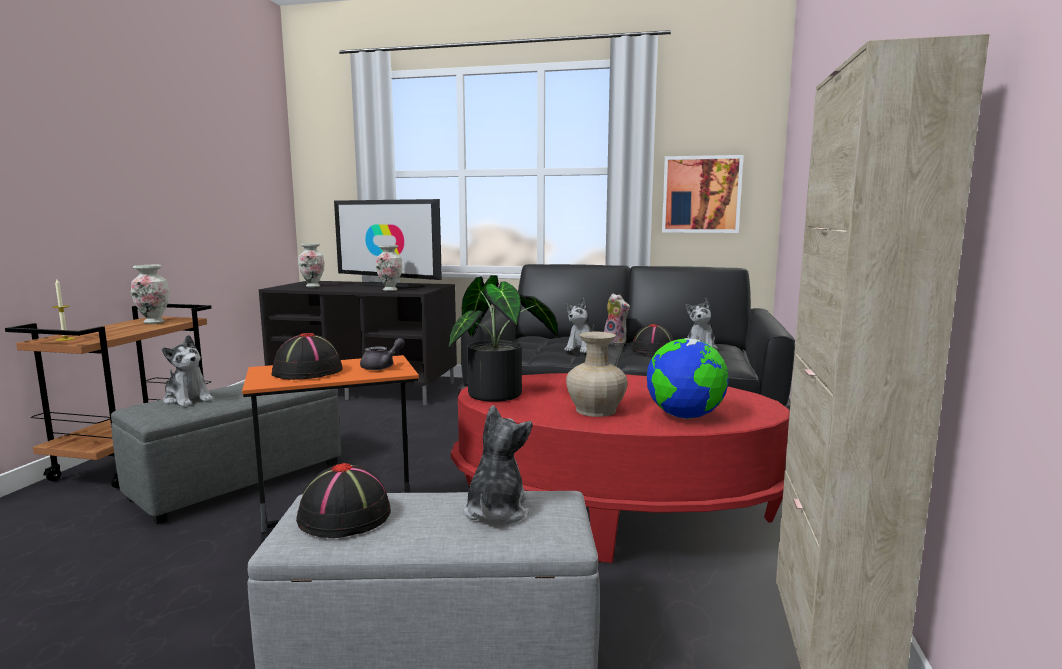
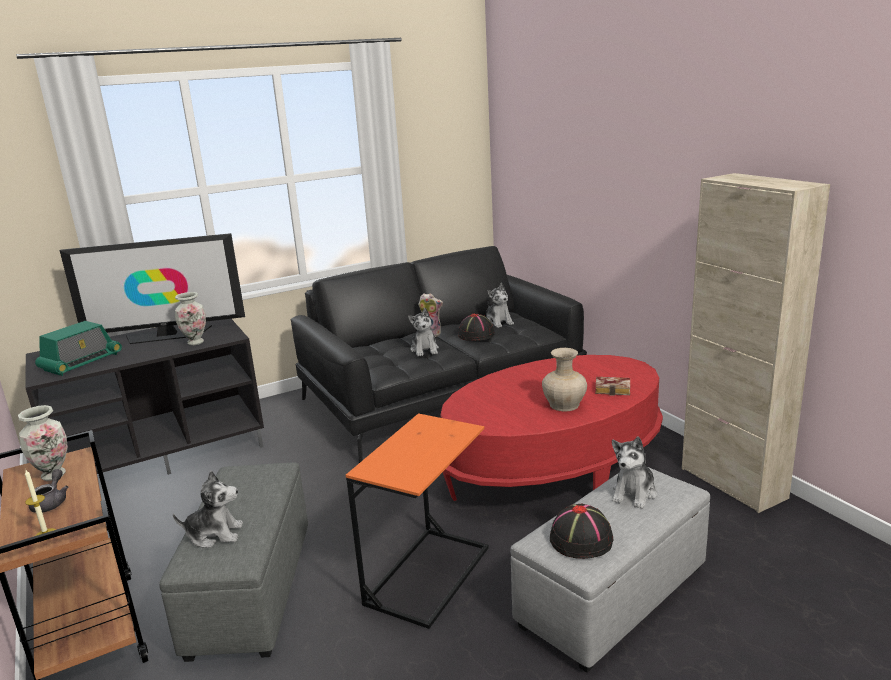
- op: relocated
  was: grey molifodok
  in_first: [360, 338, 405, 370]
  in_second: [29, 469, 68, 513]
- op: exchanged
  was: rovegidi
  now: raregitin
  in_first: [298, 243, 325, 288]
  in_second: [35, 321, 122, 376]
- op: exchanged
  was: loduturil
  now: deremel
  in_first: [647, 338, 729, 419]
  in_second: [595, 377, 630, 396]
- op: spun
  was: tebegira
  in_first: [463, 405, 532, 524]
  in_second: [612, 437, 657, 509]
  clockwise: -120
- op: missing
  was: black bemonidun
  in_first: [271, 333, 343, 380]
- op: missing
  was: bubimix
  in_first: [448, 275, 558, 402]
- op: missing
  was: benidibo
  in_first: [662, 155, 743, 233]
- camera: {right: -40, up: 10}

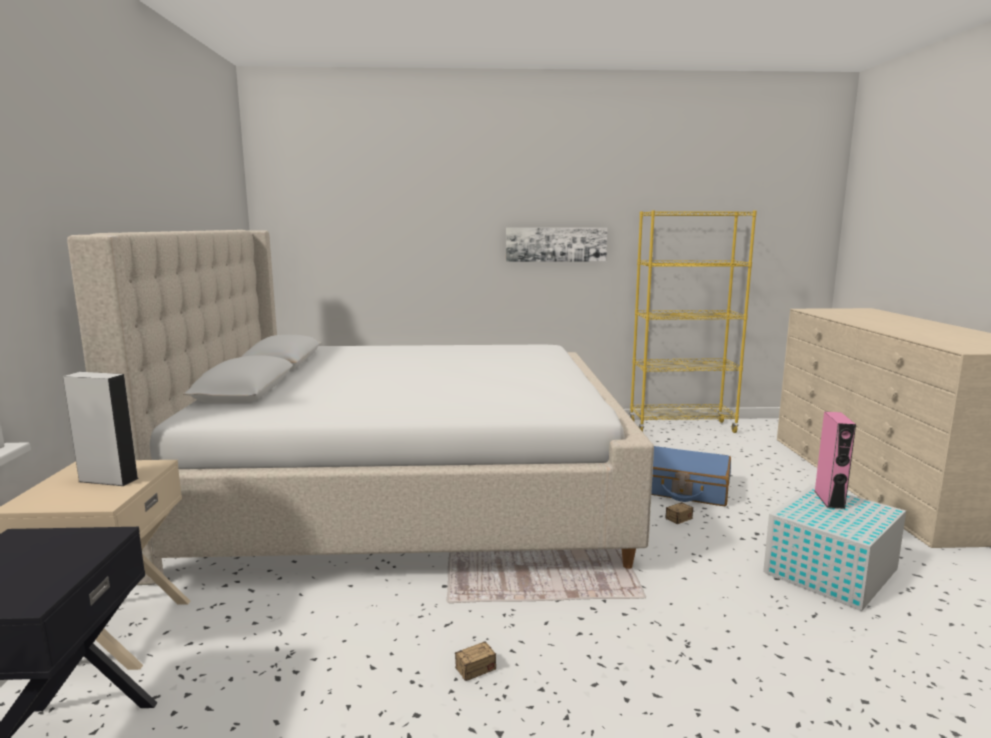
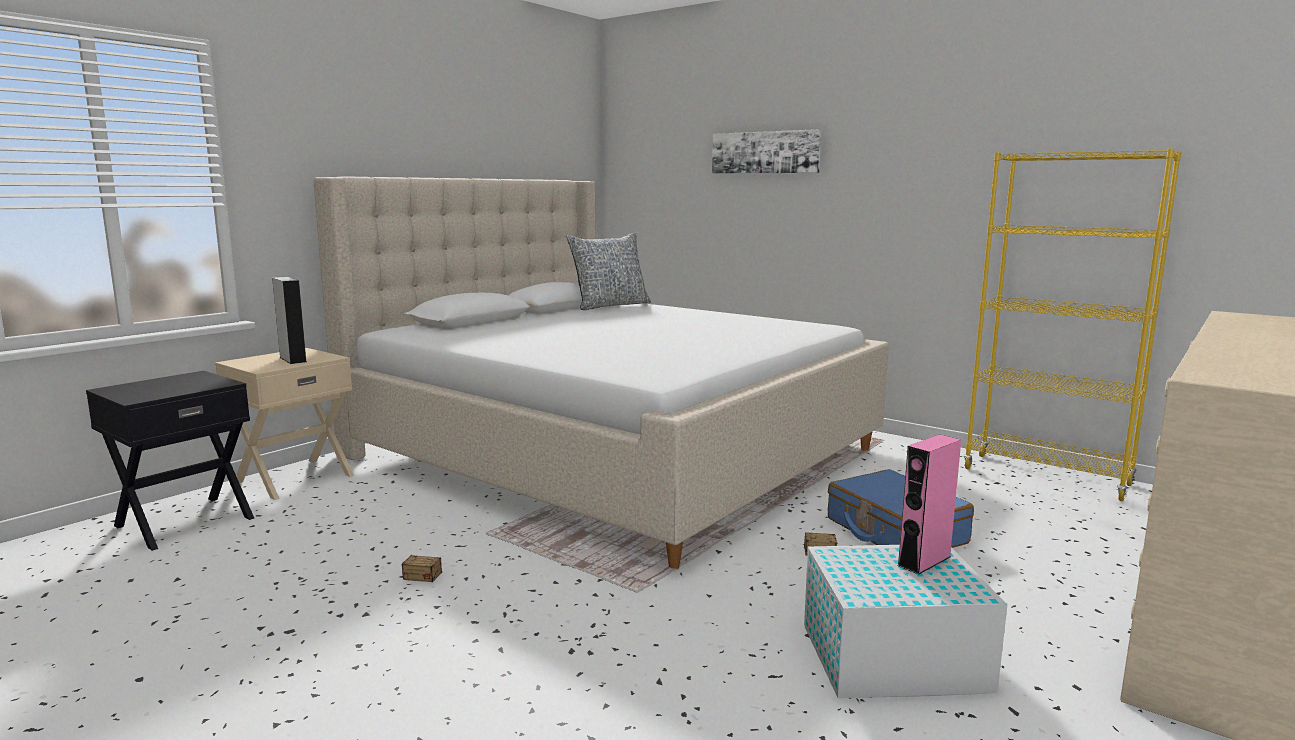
- op: appeared
  now: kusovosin
  in_second: [566, 232, 651, 310]
- op: relocated
  was: benidibo
  in_first: [506, 227, 607, 262]
  in_second: [712, 129, 822, 174]
- camera: {right: 40, up: 0}

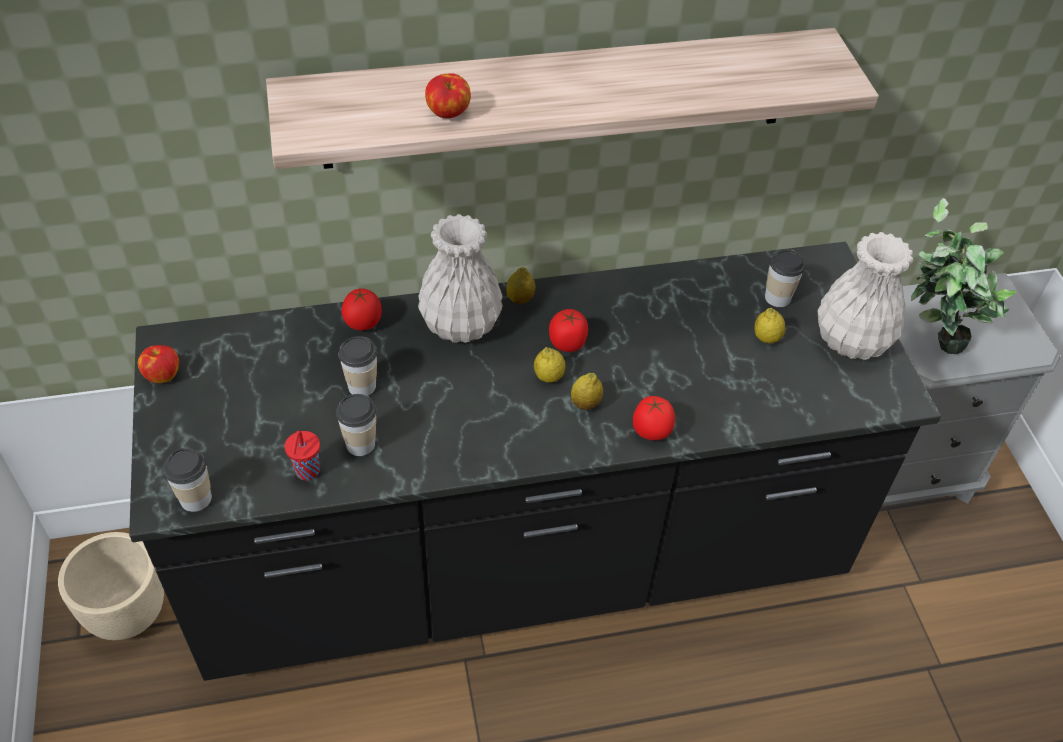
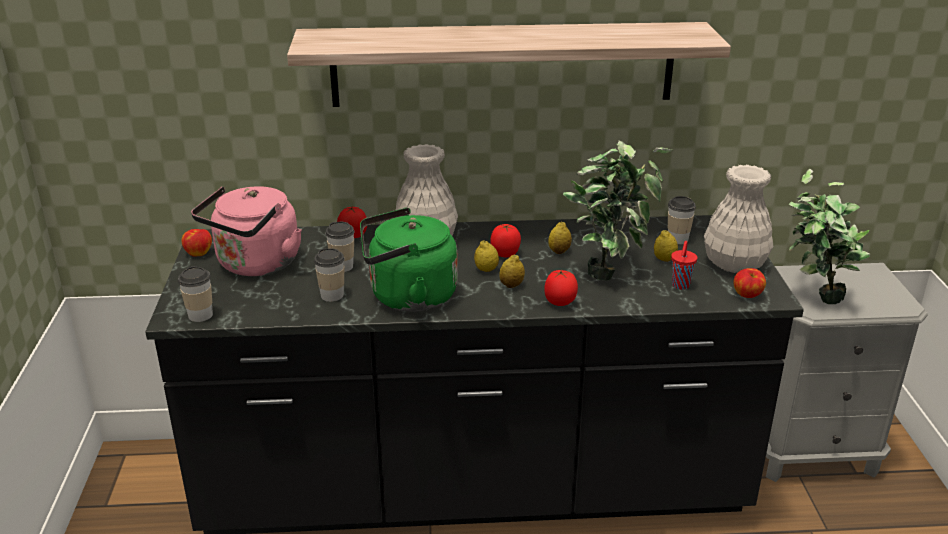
- op: appeared
  now: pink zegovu
  in_second: [191, 186, 302, 276]
- op: appeared
  now: green zegovu
  in_second: [360, 208, 458, 312]
- op: relocated
  was: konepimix
  in_first: [506, 267, 535, 304]
  in_second: [548, 222, 572, 254]
- op: appeared
  now: bubimix
  in_second: [563, 141, 672, 281]
- op: relocated
  was: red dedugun
  in_first: [285, 431, 320, 481]
  in_second: [671, 241, 697, 290]
- op: relocated
  was: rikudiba
  in_first: [425, 73, 471, 118]
  in_second: [733, 268, 766, 298]
- op: missing
  was: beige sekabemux
  in_first: [58, 532, 164, 640]
- camera: {right: 10, up: -20}

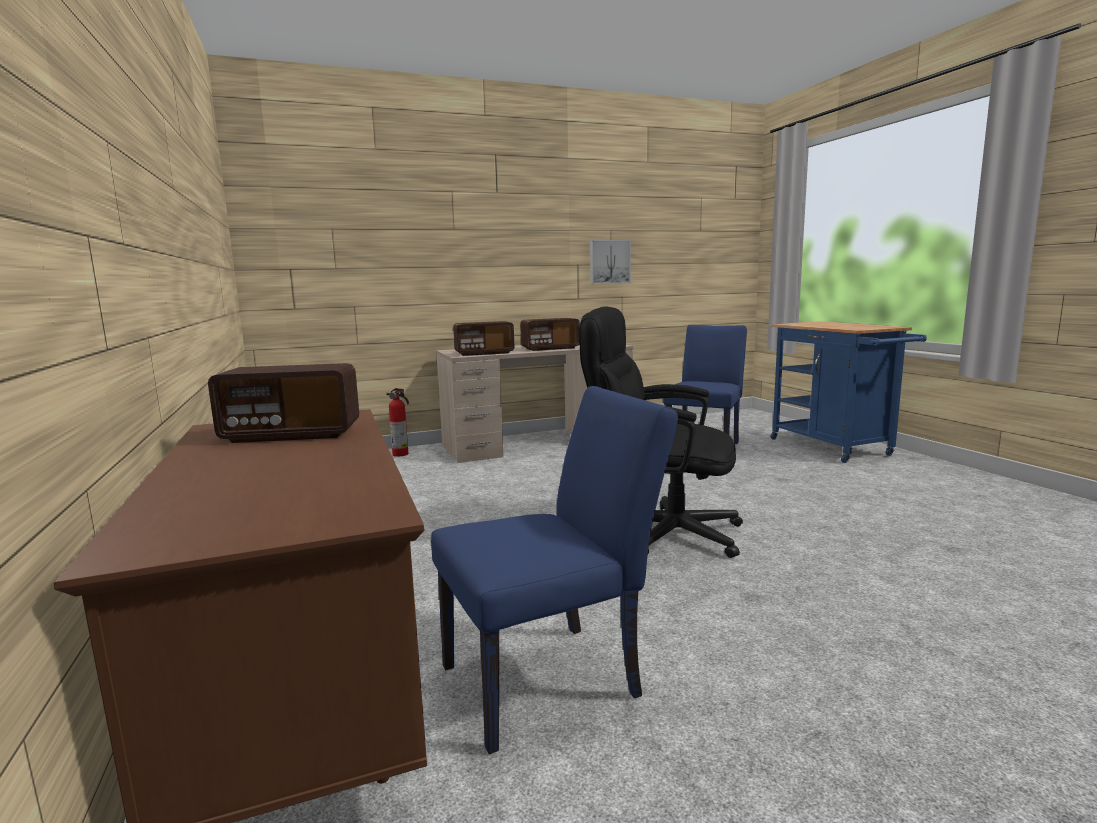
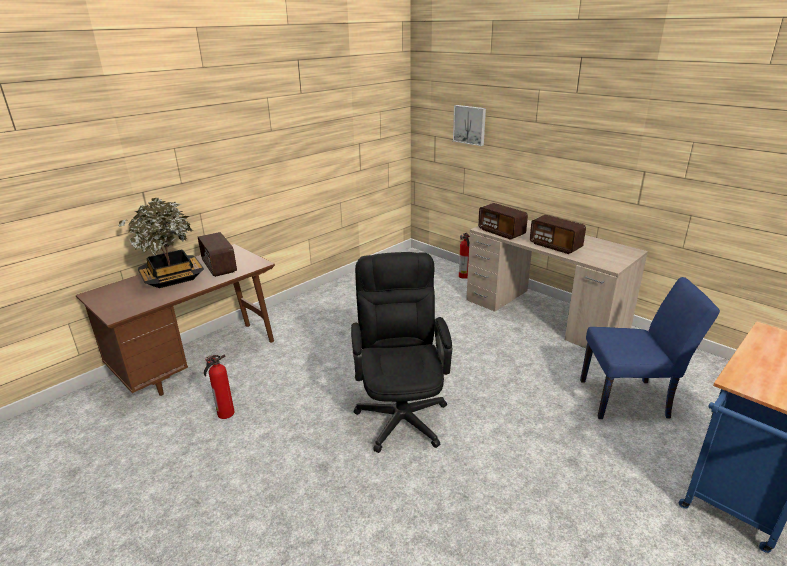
- op: appeared
  now: bubimix
  in_second: [118, 198, 204, 288]
- op: exchanged
  was: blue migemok
  now: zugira
  in_first: [431, 386, 678, 754]
  in_second: [204, 355, 235, 419]
- op: relocated
  was: benidibo
  in_first: [590, 240, 631, 284]
  in_second: [453, 105, 486, 146]
- camera: {right: 65, up: 15}

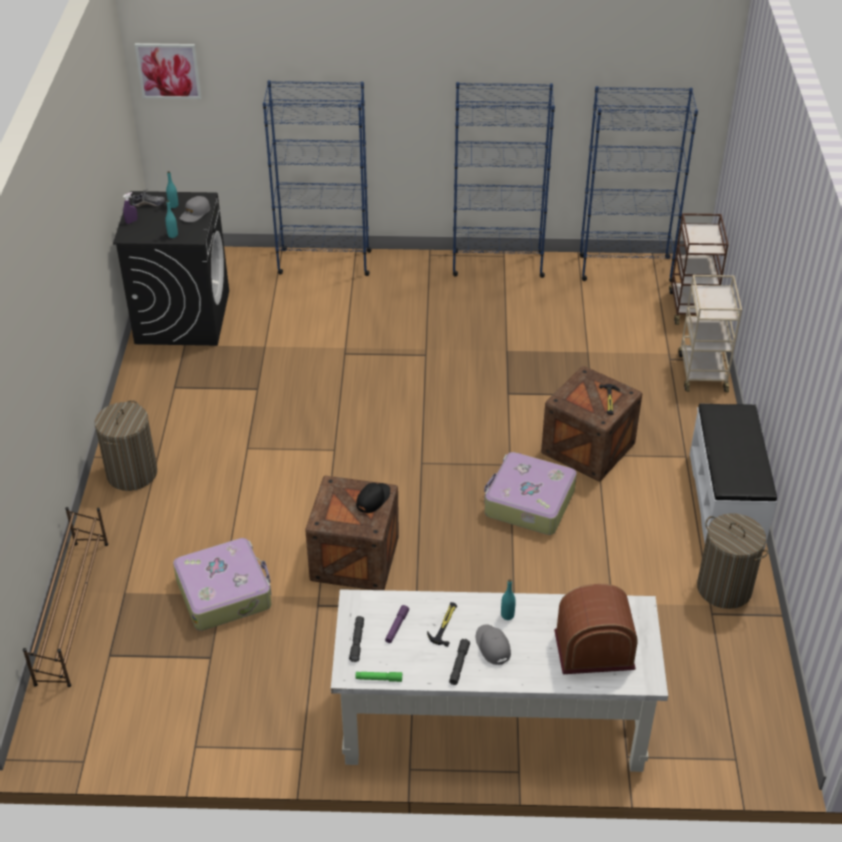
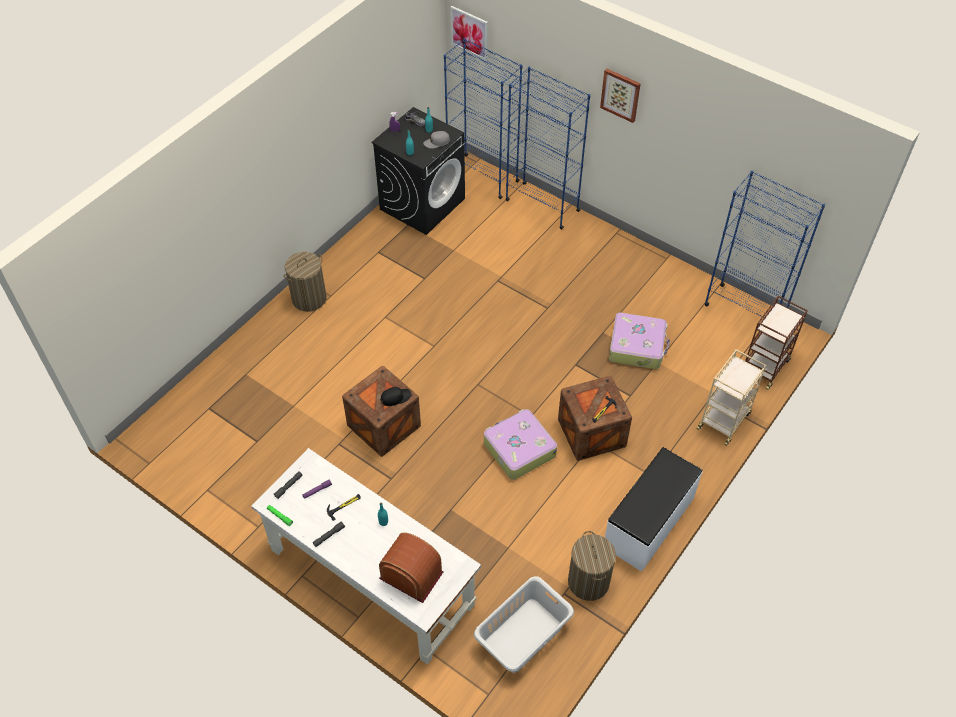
- op: relocated
  was: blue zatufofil
  in_first: [453, 82, 555, 278]
  in_second: [444, 38, 522, 199]
- op: appeared
  now: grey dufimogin
  in_second: [474, 576, 574, 673]
- op: appeared
  now: benidibo
  in_second: [600, 68, 641, 123]
- op: relocated
  was: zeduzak
  in_first: [173, 538, 272, 631]
  in_second: [609, 313, 670, 369]
- op: missing
  was: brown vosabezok
  in_first: [23, 507, 108, 687]
- op: missing
  was: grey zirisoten
  in_first: [476, 624, 511, 665]
- camera: {right: 35, up: 10}

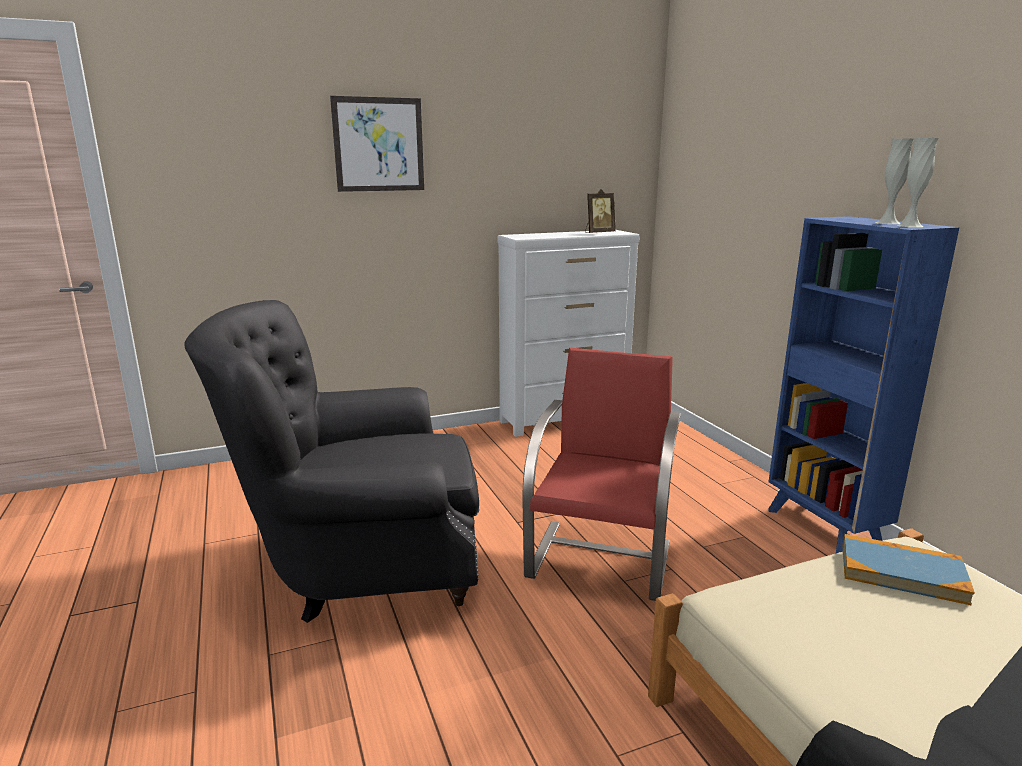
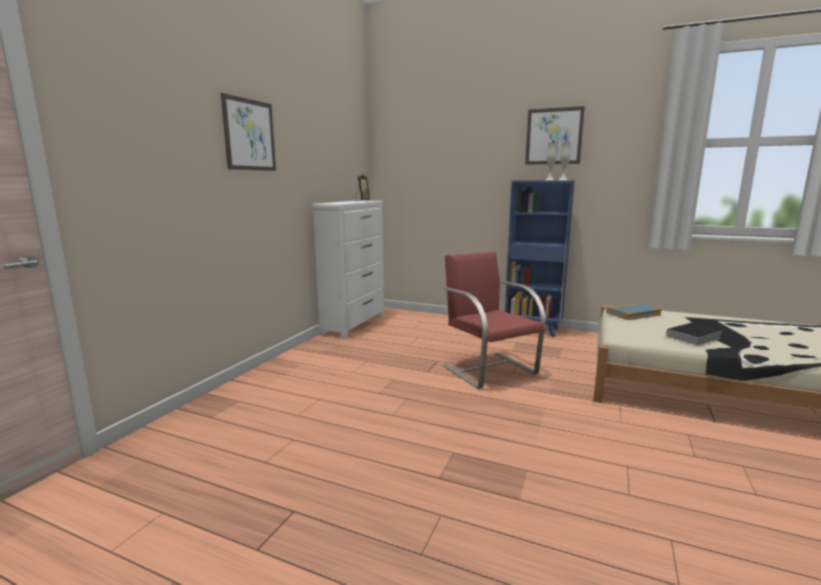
- op: appeared
  now: benidibo
  in_second: [525, 106, 585, 164]
- op: appeared
  now: deremel
  in_second: [663, 322, 723, 345]
- op: missing
  was: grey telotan
  in_first: [184, 300, 479, 623]
- camera: {right: -45, up: -5}

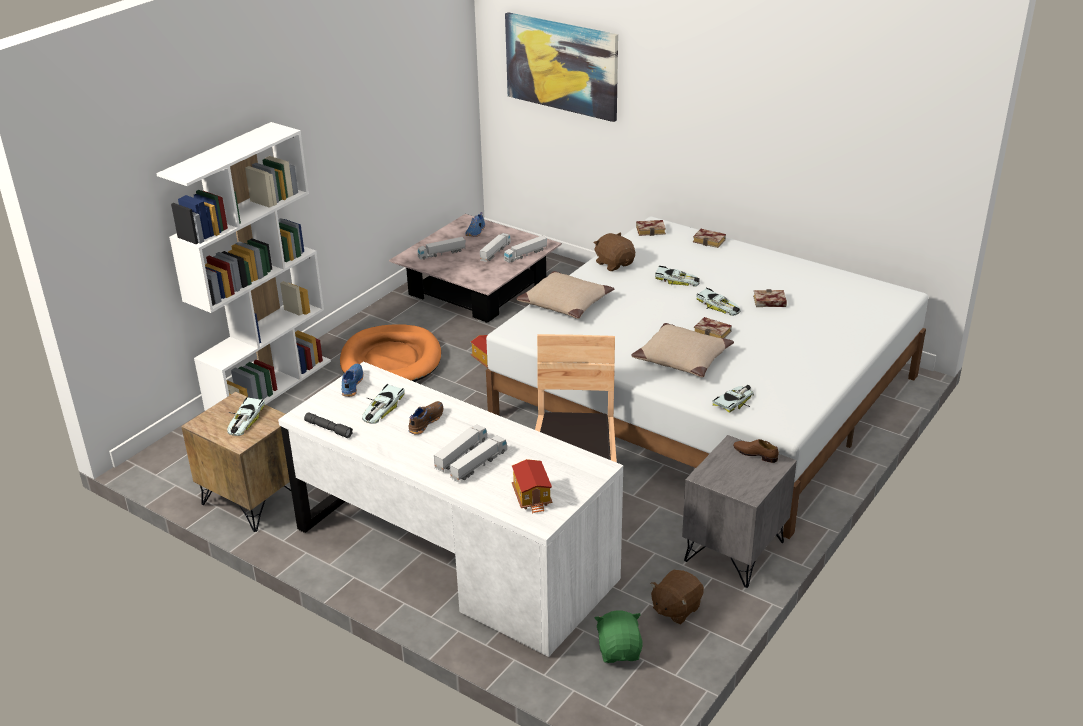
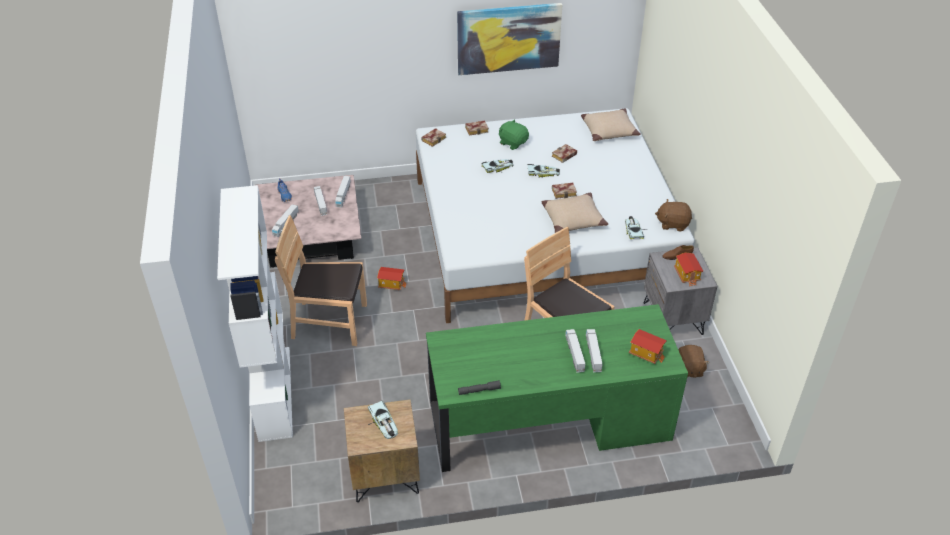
- op: exchanged
  was: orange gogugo
  now: brown migemok
  in_first: [340, 324, 441, 382]
  in_second: [275, 215, 367, 346]
- op: colour
  was: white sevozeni
  now: green sevozeni
  in_first: [278, 361, 623, 657]
  in_second: [426, 304, 688, 472]
- op: relocated
  was: benidibo
  in_first: [505, 12, 618, 122]
  in_second: [457, 3, 562, 75]
- op: relocated
  was: green tebegira
  in_first: [595, 610, 643, 663]
  in_second: [499, 119, 529, 150]
- op: relocated
  was: beige kusovosin
  in_first: [517, 271, 614, 319]
  in_second: [581, 109, 641, 141]
- op: relocated
  was: brown tebegira
  in_first: [594, 232, 635, 271]
  in_second: [655, 199, 692, 232]
- op: appeared
  now: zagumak
  in_second: [674, 252, 703, 286]
- op: missing
  was: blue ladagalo
  in_first: [341, 364, 363, 397]
- op: missing
  was: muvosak
  in_first: [362, 384, 405, 424]
- op: missing
  was: brown ladagalo
  in_first: [408, 401, 443, 435]
- camera: {right: -45, up: 10}

